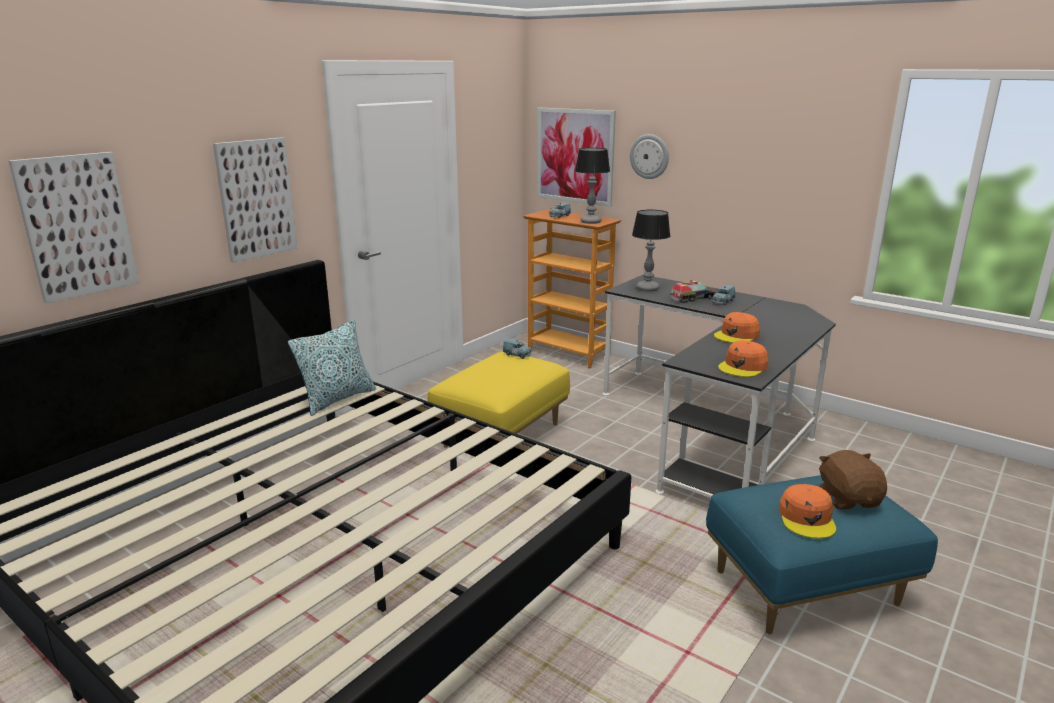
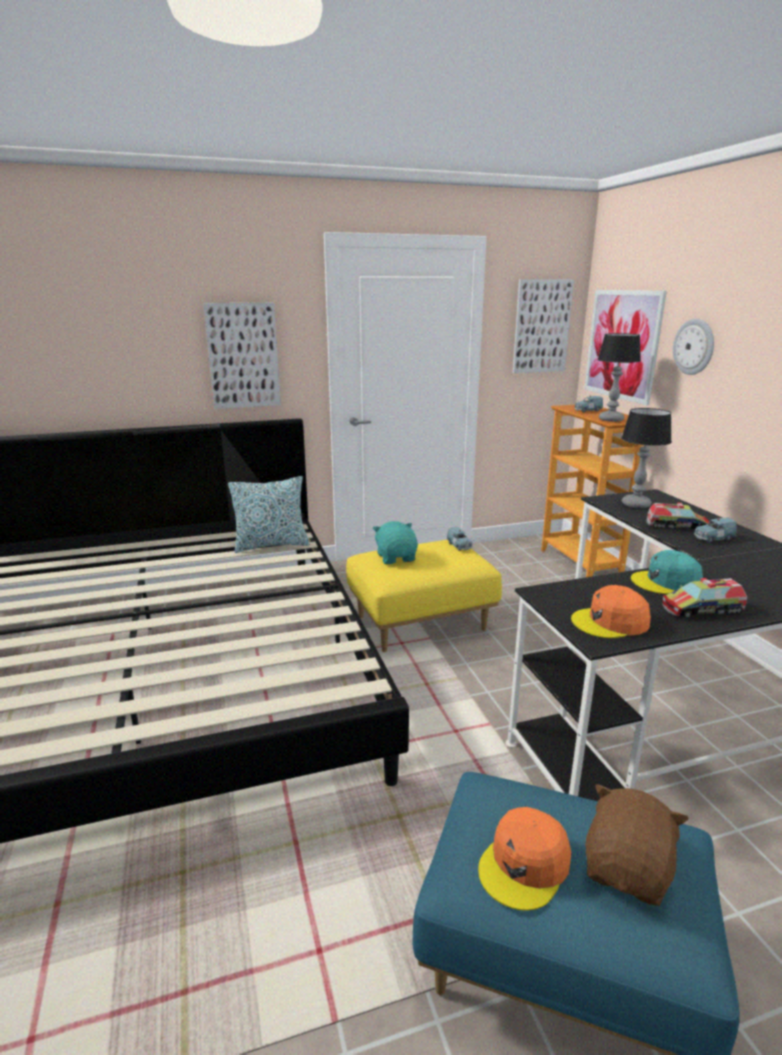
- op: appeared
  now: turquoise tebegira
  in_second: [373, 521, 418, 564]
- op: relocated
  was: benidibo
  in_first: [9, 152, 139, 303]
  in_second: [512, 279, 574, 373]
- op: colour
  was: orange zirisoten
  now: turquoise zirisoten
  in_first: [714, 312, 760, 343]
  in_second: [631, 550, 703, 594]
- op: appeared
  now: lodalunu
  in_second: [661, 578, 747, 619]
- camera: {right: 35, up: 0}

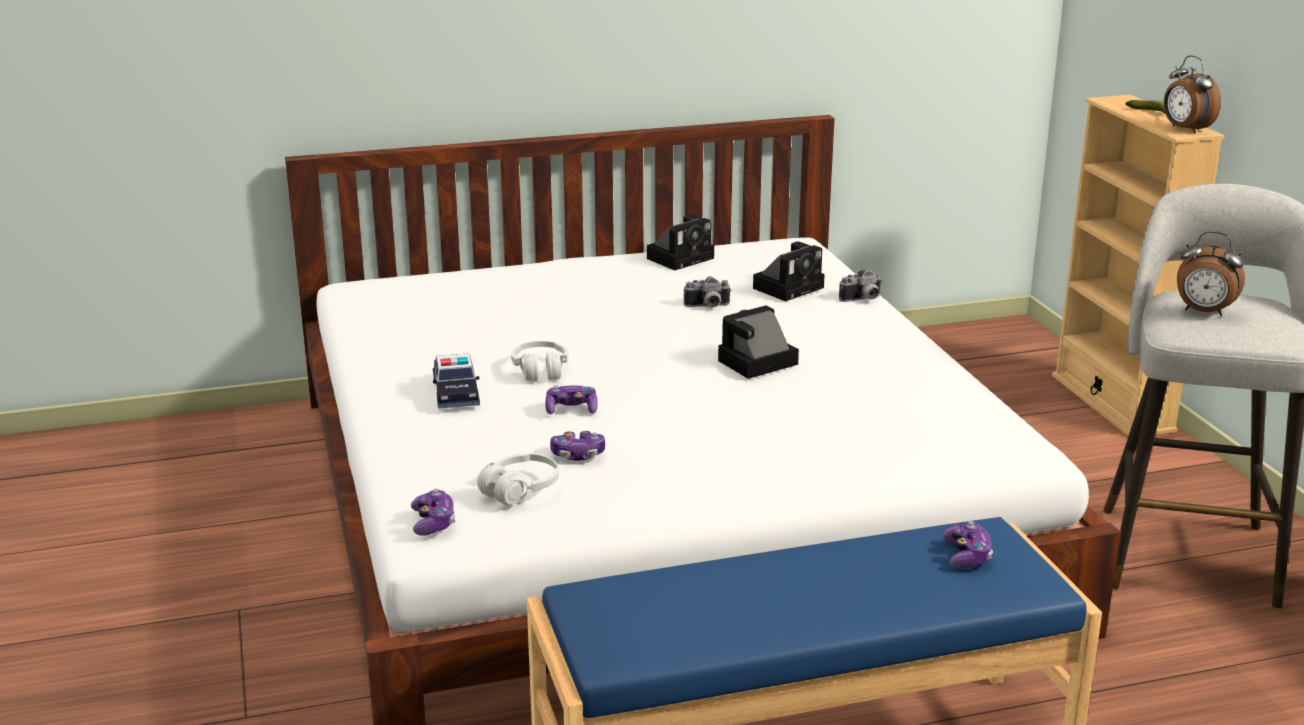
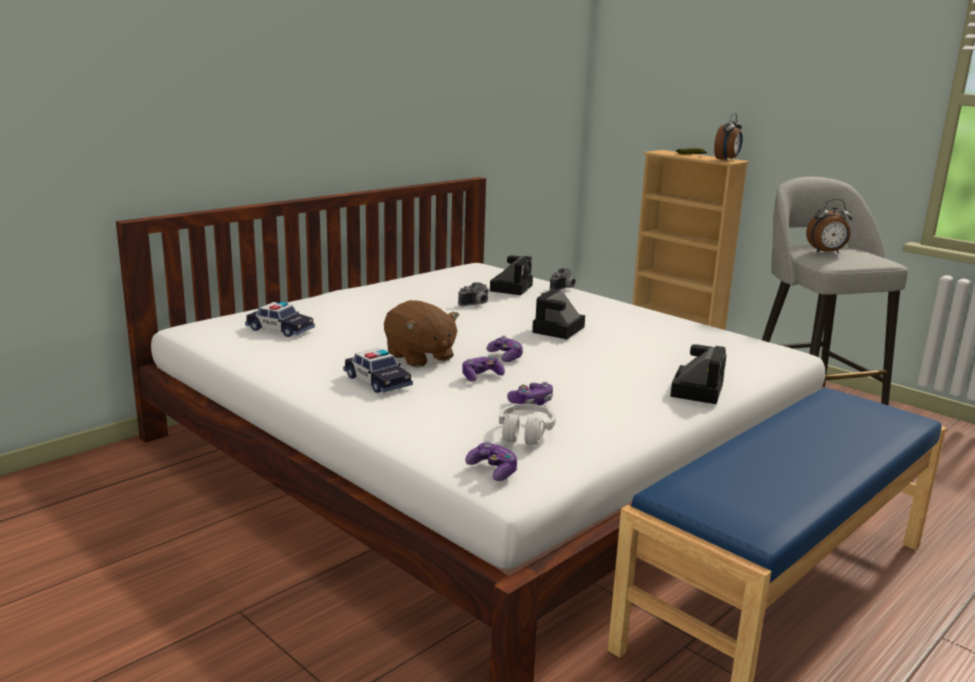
- op: appeared
  now: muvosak
  in_second: [245, 302, 315, 337]
- op: exchanged
  was: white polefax
  now: brown tebegira
  in_first: [511, 341, 568, 381]
  in_second: [384, 300, 459, 367]
- op: relocated
  was: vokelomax
  in_first: [942, 521, 993, 569]
  in_second: [487, 336, 523, 362]
- op: relocated
  was: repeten
  in_first: [647, 215, 714, 270]
  in_second: [670, 344, 726, 404]
- op: spun
  was: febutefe
  in_first: [1164, 55, 1221, 134]
  in_second: [714, 113, 743, 161]
  clockwise: -90
- camera: {right: -30, up: -5}

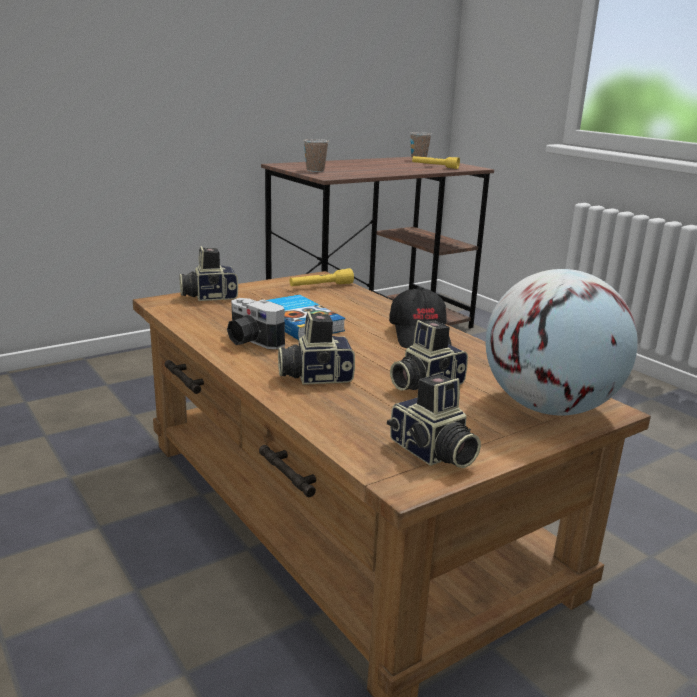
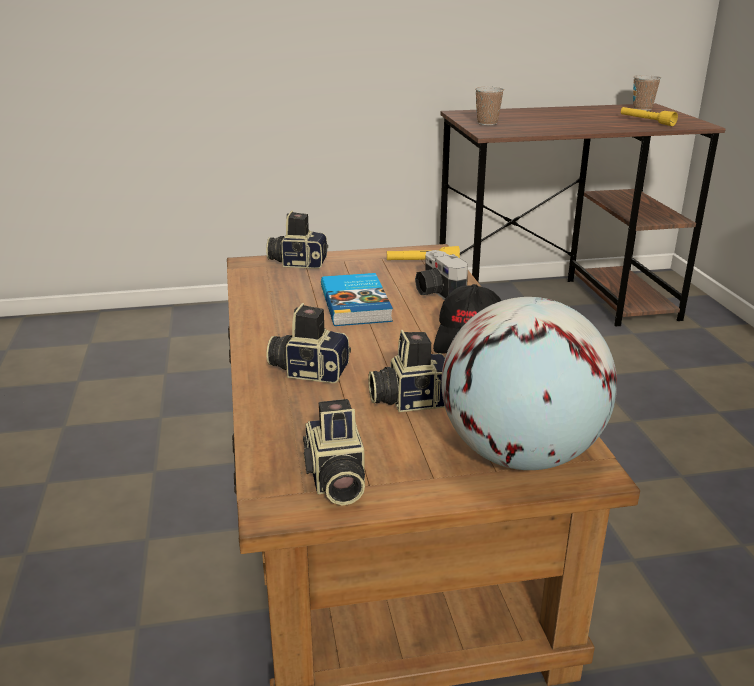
- op: relocated
  was: repeten
  in_first: [227, 298, 285, 349]
  in_second: [415, 250, 468, 300]
- camera: {right: 25, up: 5}

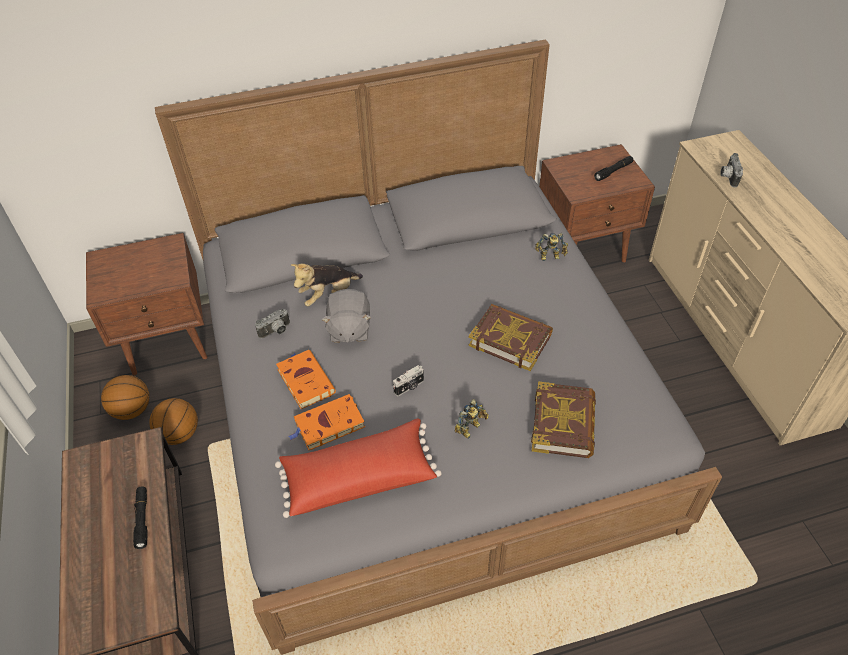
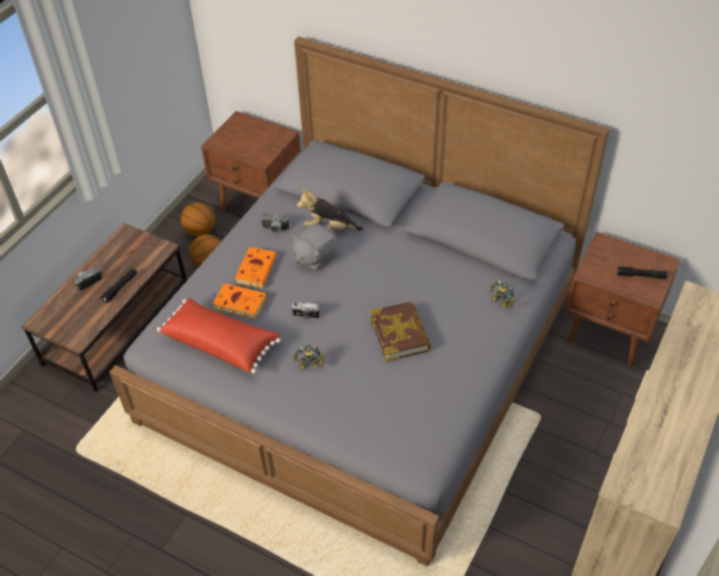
- op: relocated
  was: repeten
  in_first: [720, 153, 743, 187]
  in_second: [74, 267, 102, 291]
- op: missing
  was: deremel
  in_first: [531, 381, 596, 458]
- camera: {right: 45, up: 0}

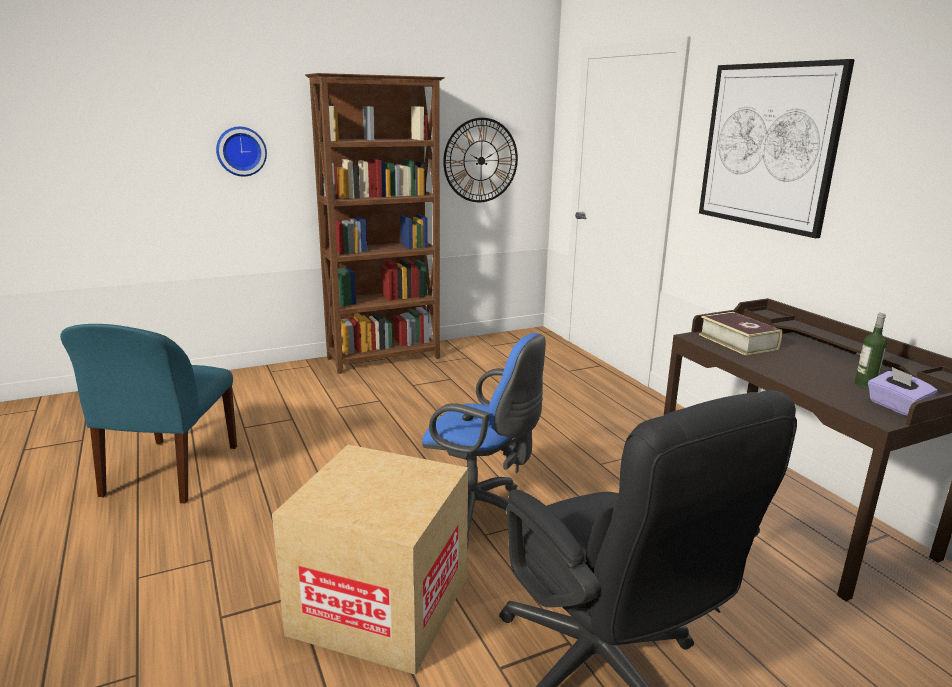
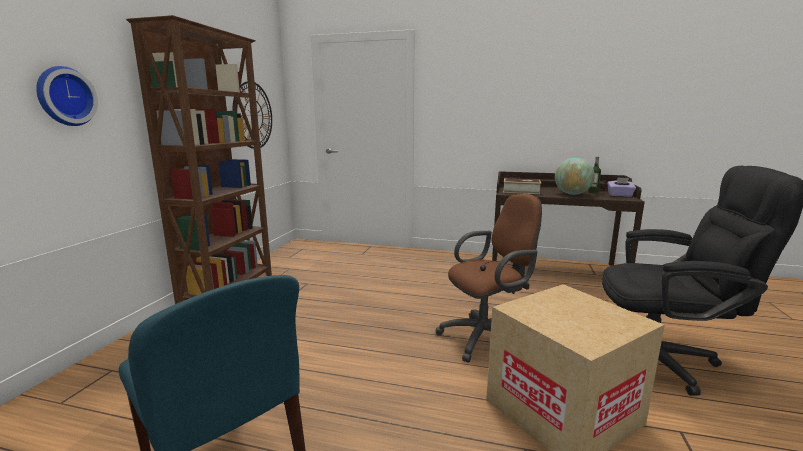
- op: colour
  was: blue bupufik
  now: brown bupufik
  in_first: [422, 333, 546, 549]
  in_second: [435, 194, 542, 363]
- op: appeared
  now: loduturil
  in_second: [555, 158, 595, 195]
- op: missing
  was: benidibo
  in_first: [699, 59, 855, 238]
- camera: {right: -50, up: -5}

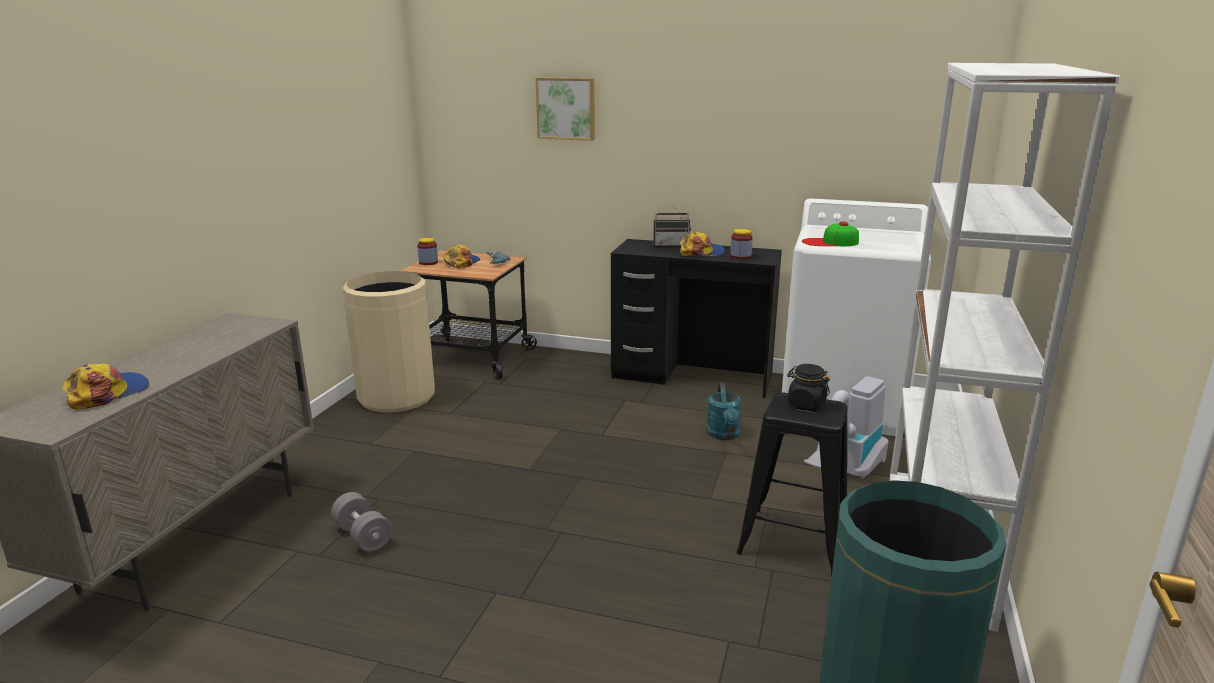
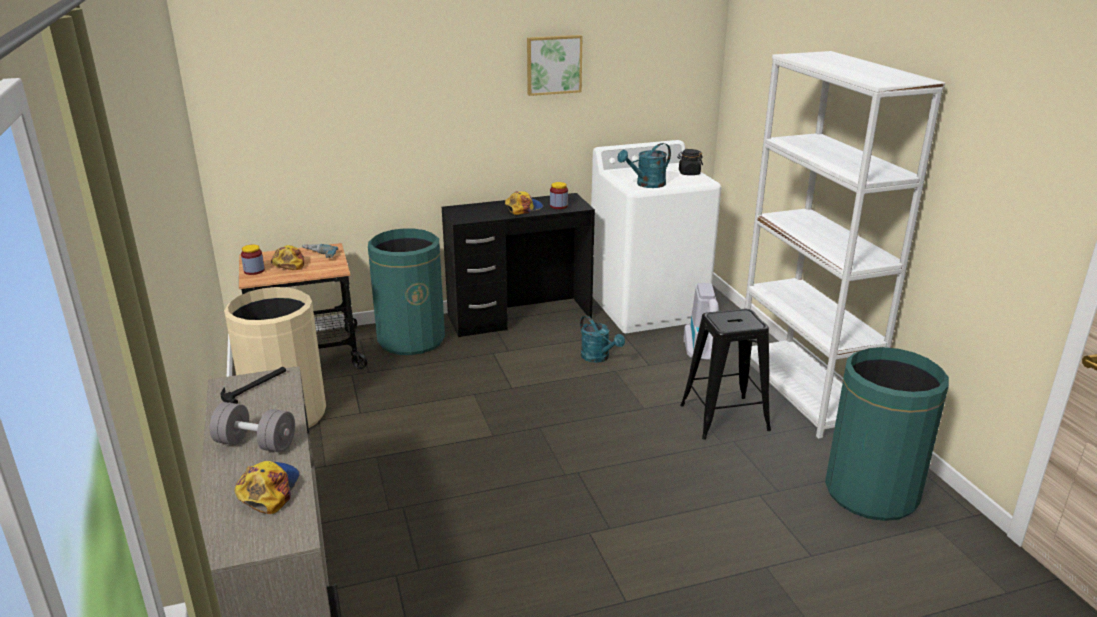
- op: relocated
  was: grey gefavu
  in_first: [331, 492, 392, 552]
  in_second: [210, 402, 295, 453]
- op: appeared
  now: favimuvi
  in_second: [220, 367, 286, 404]
- op: appeared
  now: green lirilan
  in_second: [368, 228, 445, 355]
- op: relocated
  was: benidibo
  in_first: [535, 77, 595, 141]
  in_second: [527, 35, 582, 96]
- op: exchanged
  was: zirisoten
  now: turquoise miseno
  in_first: [802, 221, 859, 246]
  in_second: [617, 143, 671, 188]
- op: relocated
  was: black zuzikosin
  in_first: [787, 364, 830, 410]
  in_second: [677, 149, 703, 175]
- op: missing
  was: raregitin
  in_first: [653, 201, 691, 247]
- camera: {right: -35, up: 5}

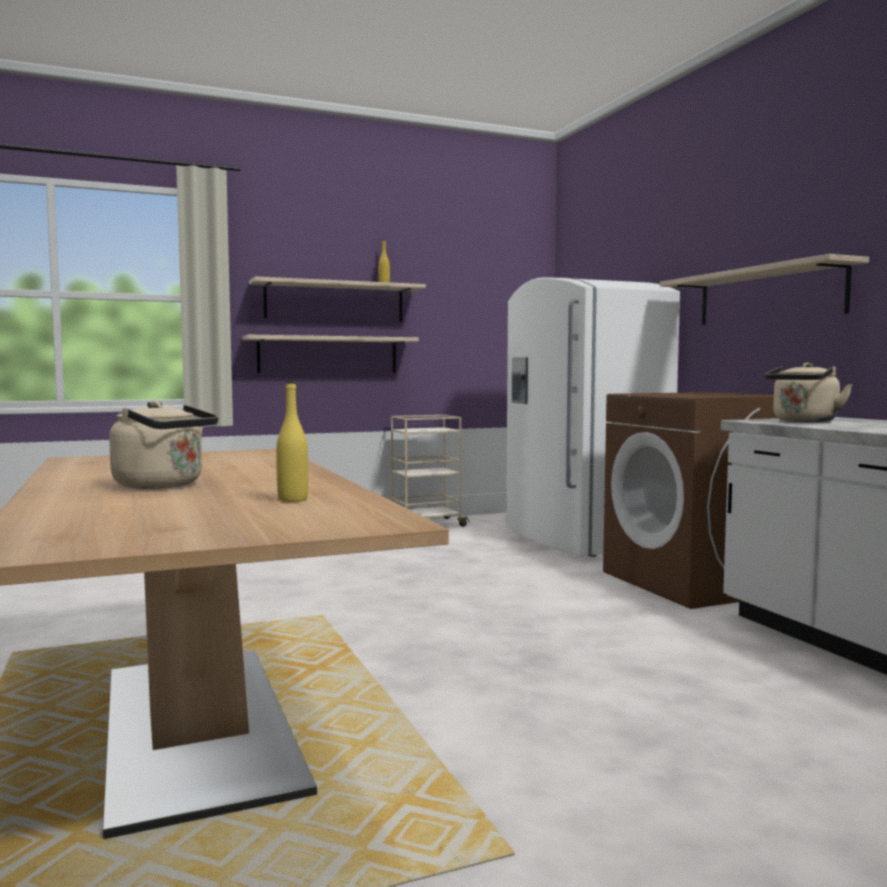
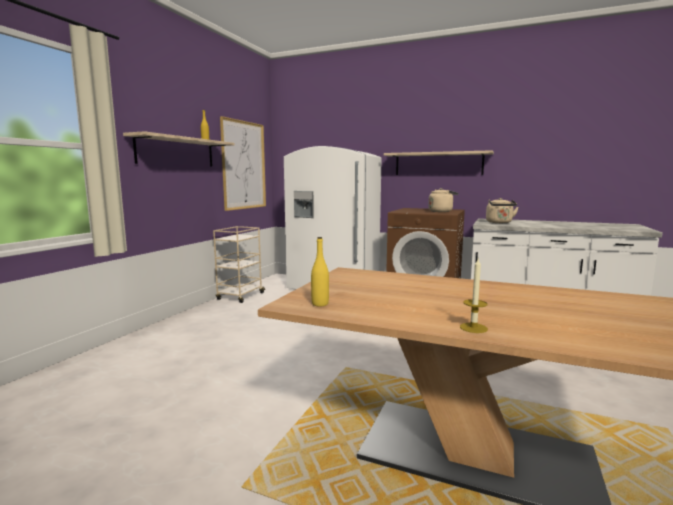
- op: appeared
  now: benidibo
  in_second: [220, 116, 266, 211]
- op: relocated
  was: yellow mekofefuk
  in_first: [276, 381, 308, 502]
  in_second: [311, 237, 329, 306]
- op: relocated
  was: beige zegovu
  in_first: [109, 401, 218, 489]
  in_second: [428, 188, 458, 212]
- op: appeared
  now: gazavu
  in_second: [460, 259, 488, 333]
- op: missing
  was: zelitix
  in_first: [242, 335, 419, 373]
- camera: {right: -45, up: 5}

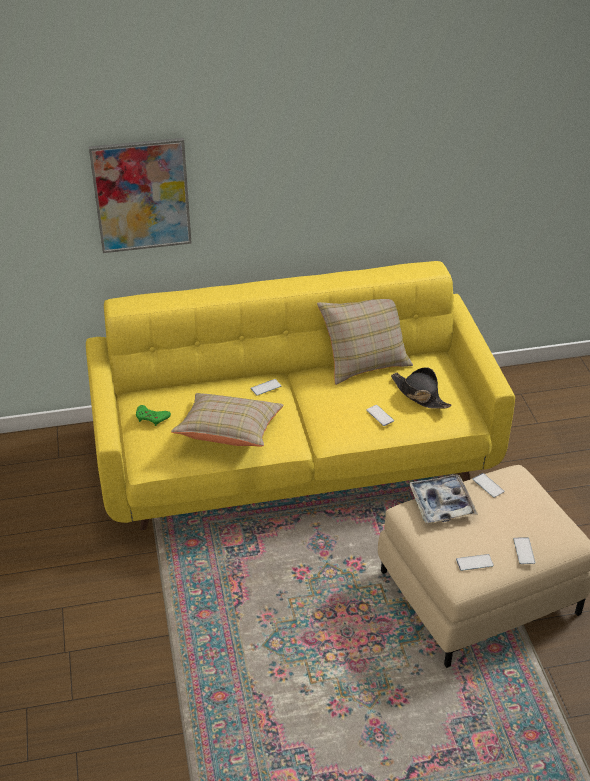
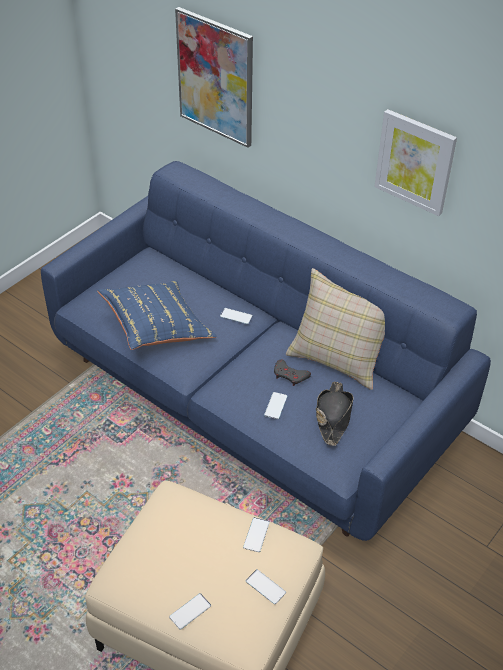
- op: colour
  was: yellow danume
  now: blue danume
  in_first: [86, 261, 515, 530]
  in_second: [41, 161, 491, 541]
- op: colour
  was: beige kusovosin
  now: blue kusovosin
  in_first: [171, 393, 284, 447]
  in_second: [97, 281, 217, 350]
- op: relocated
  was: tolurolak
  in_first: [456, 554, 494, 571]
  in_second: [246, 569, 286, 604]
- op: appeared
  now: grey vokelomax
  in_second: [274, 359, 311, 386]
- op: appeared
  now: benidibo
  in_second: [374, 109, 457, 216]
- op: missing
  was: green vokelomax
  in_first: [136, 405, 171, 426]
- op: missing
  was: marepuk
  in_first: [409, 475, 478, 523]
- camera: {right: 50, up: 5}

